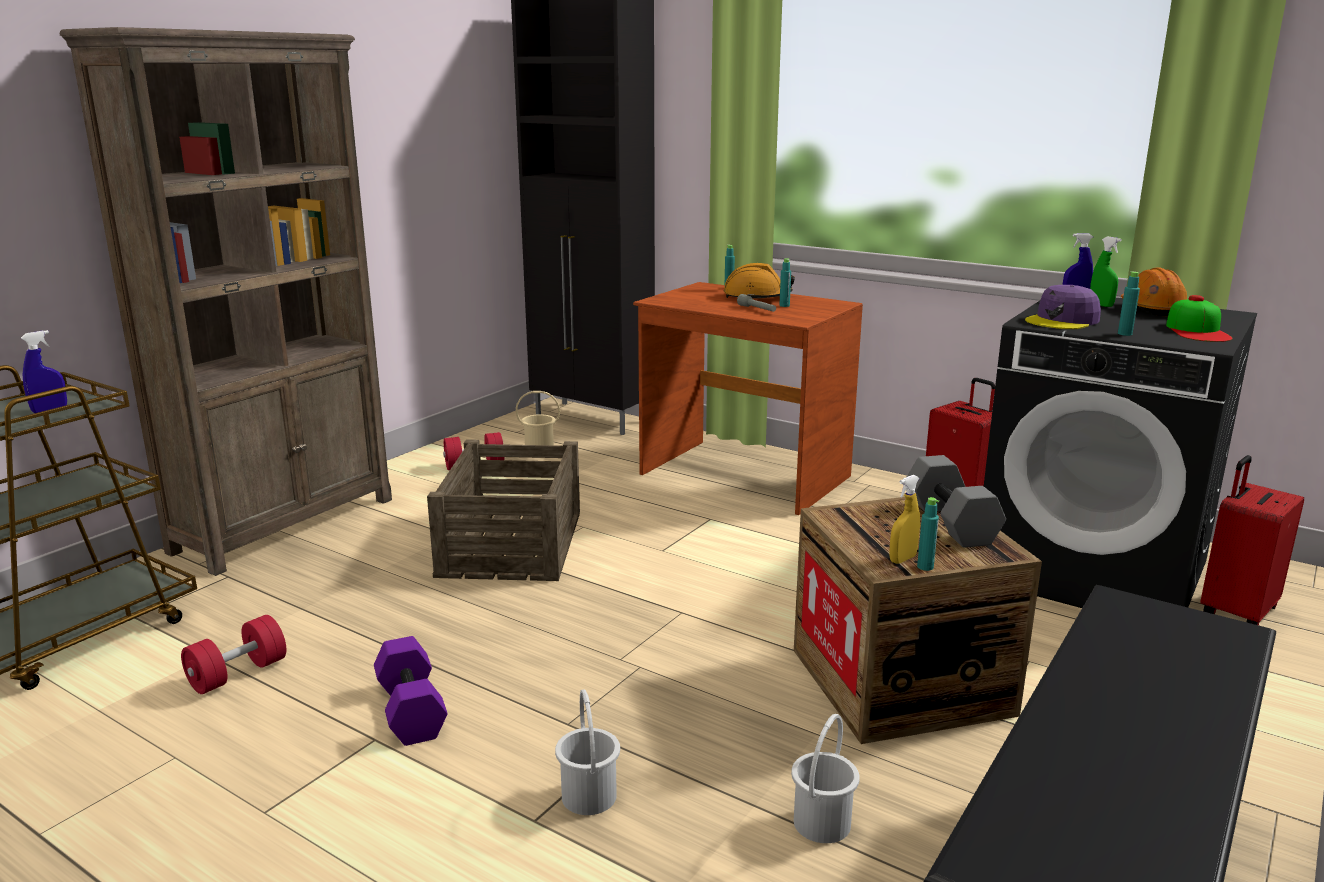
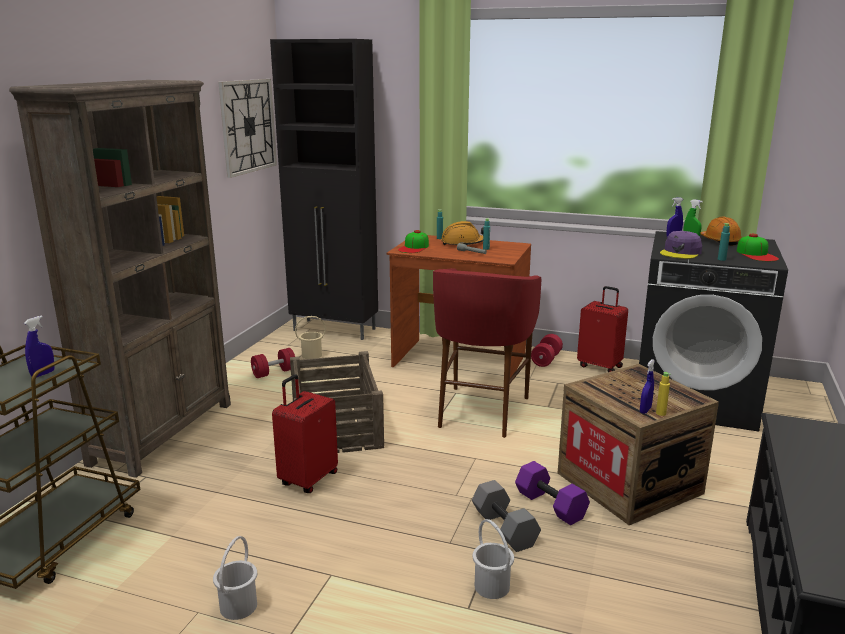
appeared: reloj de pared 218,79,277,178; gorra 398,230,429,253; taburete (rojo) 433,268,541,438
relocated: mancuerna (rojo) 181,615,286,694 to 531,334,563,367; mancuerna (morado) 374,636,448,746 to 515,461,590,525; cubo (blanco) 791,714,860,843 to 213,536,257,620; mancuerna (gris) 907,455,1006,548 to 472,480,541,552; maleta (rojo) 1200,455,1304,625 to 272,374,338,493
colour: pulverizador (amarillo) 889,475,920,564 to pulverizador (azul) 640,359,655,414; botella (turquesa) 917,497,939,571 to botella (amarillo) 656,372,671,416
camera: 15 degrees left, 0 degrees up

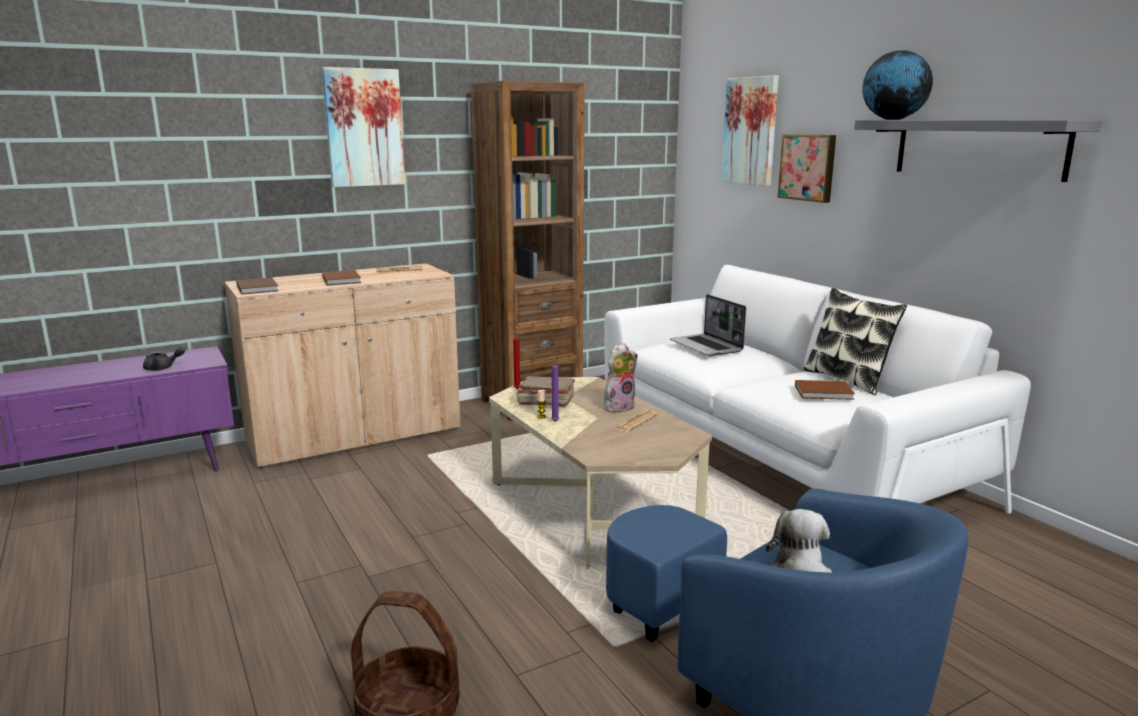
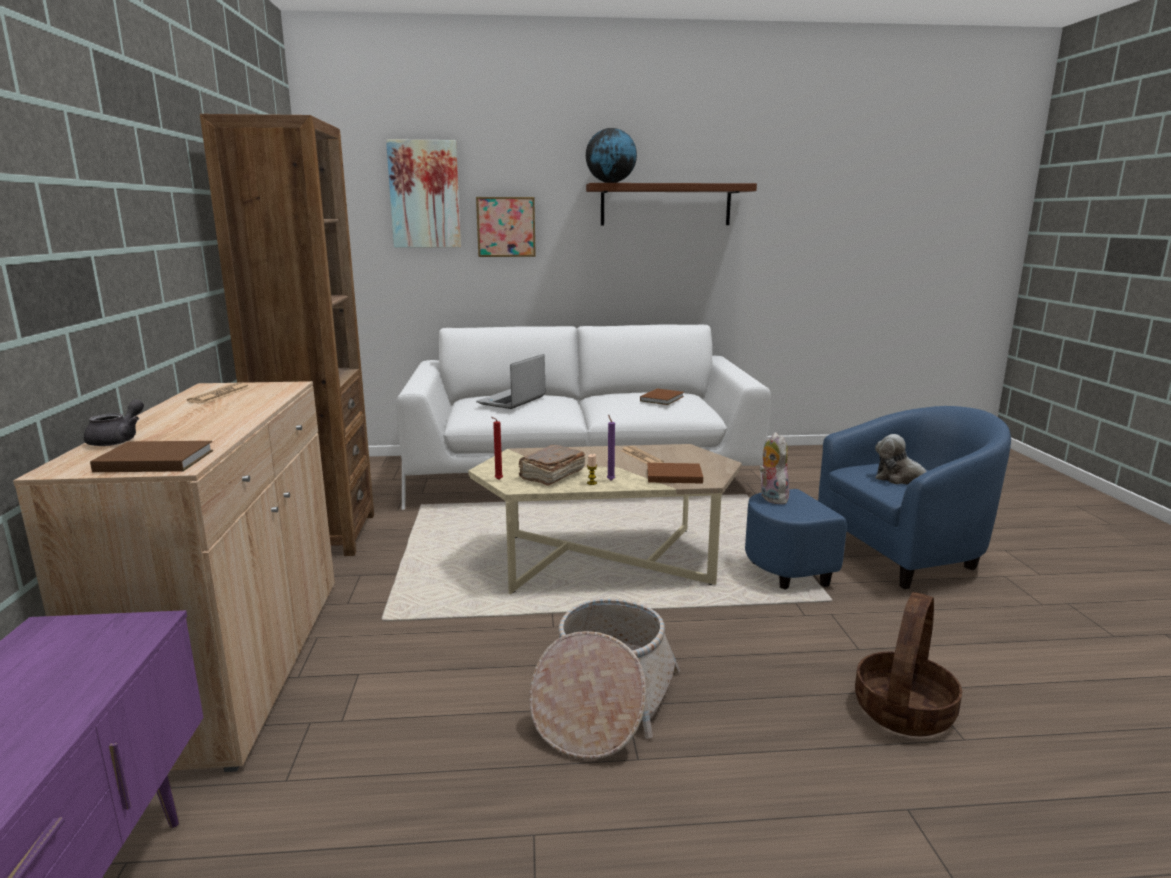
missing: cuadro 322,67,405,187; cojín 803,288,907,395
appeared: cesta 529,599,680,759
relocated: tetera (gris) 143,347,185,371 to 84,399,144,446; libro (marrón) 322,270,361,286 to 647,463,703,484; peluche 604,343,638,412 to 759,432,789,504
colour: estante (gris) 854,120,1102,182 to estante (marrón) 586,183,757,225
spun: portátil 670,294,746,356 = 476,354,545,409 120 degrees clockwise
camera: 65 degrees left, 0 degrees up

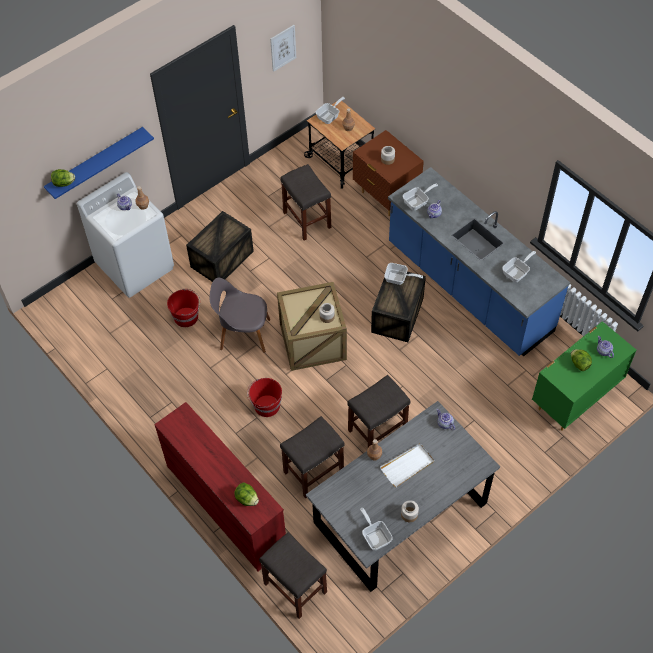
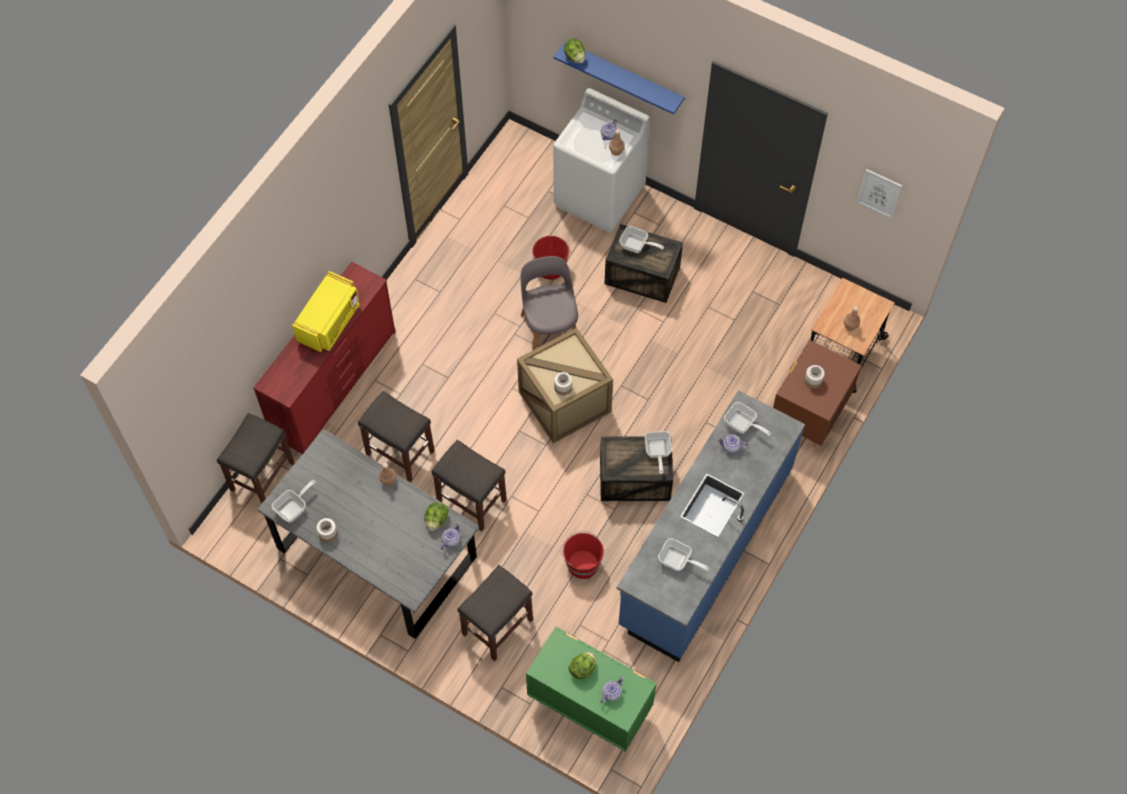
missing: bandeja (blanco) 380,444,434,487
appeared: microondas (amarillo) 292,271,360,353
relocated: lechuga 234,483,259,506 to 424,502,449,531; cubo (rojo) 247,378,282,417 to 561,531,604,579; taburete (gris) 280,164,331,241 to 457,565,533,661; sartén 316,97,345,124 to 620,226,664,253
camera: 70 degrees right, 5 degrees up

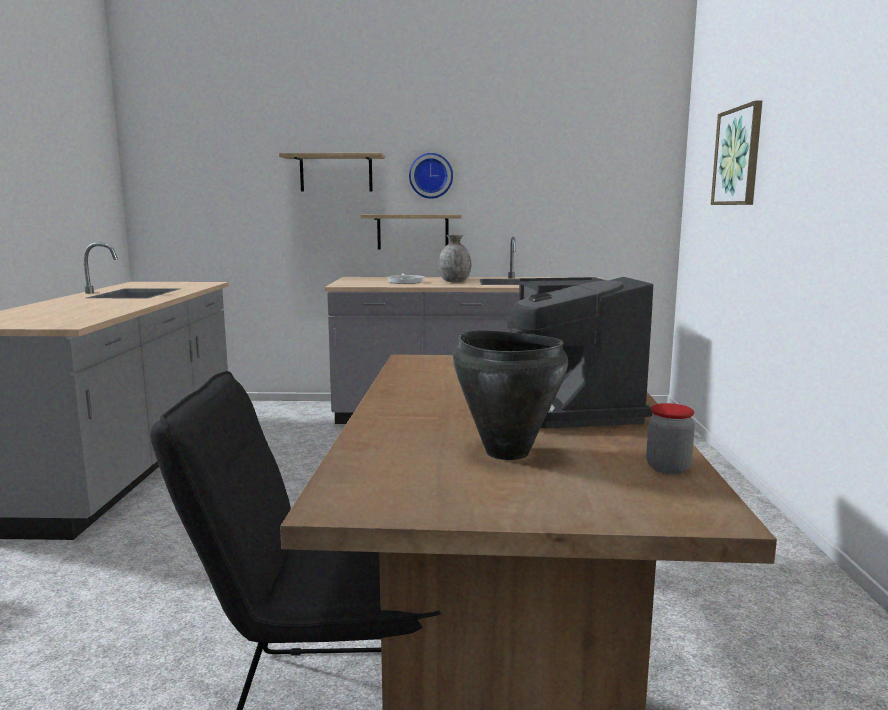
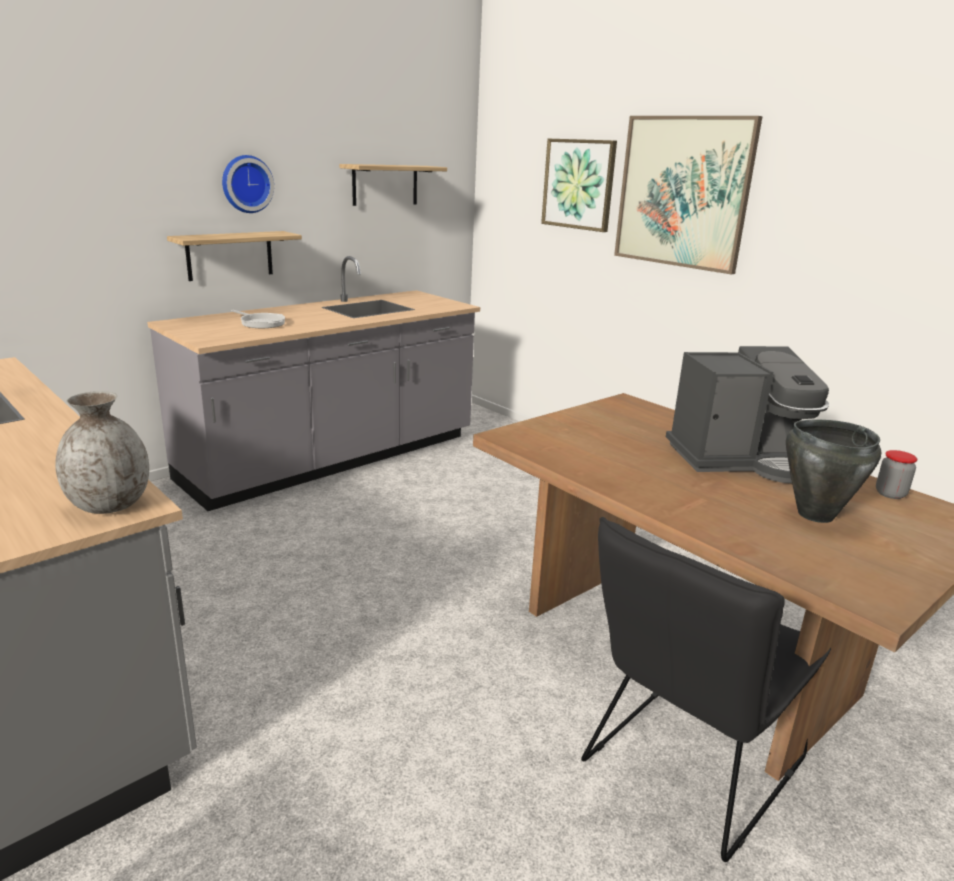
appeared: cuadro 614,116,763,275
relocated: estante 279,153,385,191 to 339,164,447,206; florero (gris) 438,235,471,282 to 55,391,149,514
spun: cafetera 507,277,653,429 = 666,346,829,483 45 degrees counterclockwise
camera: 45 degrees left, 10 degrees up

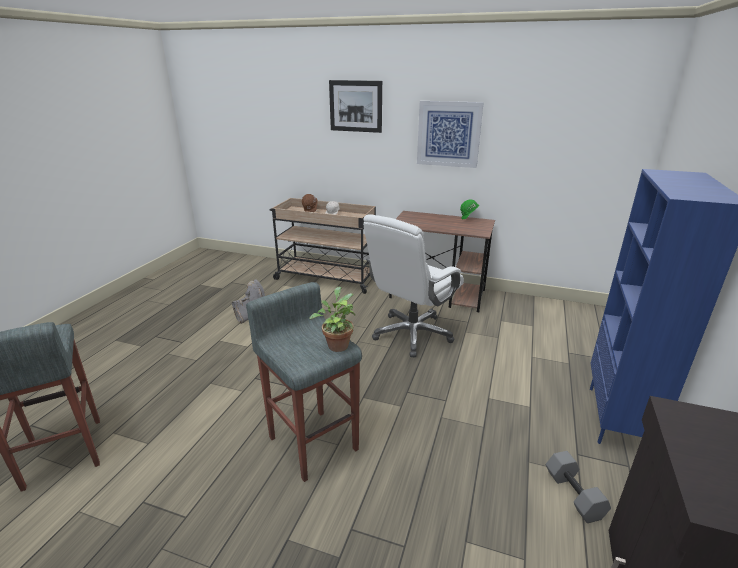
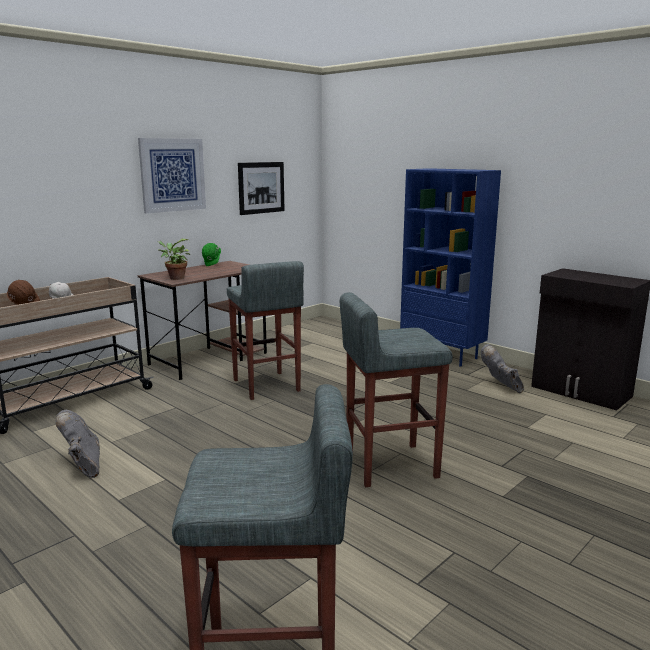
relocated: planta en maceta 309,287,356,352 to 158,239,190,280; cuadro 329,80,382,133 to 238,162,284,215
exchanged: silla de oficina (blanco) 363,214,464,357 to taburete (gris) 227,261,304,400; mancuerna (gris) 546,451,611,523 to bota (gris) 481,344,524,393
camera: 65 degrees left, 10 degrees down

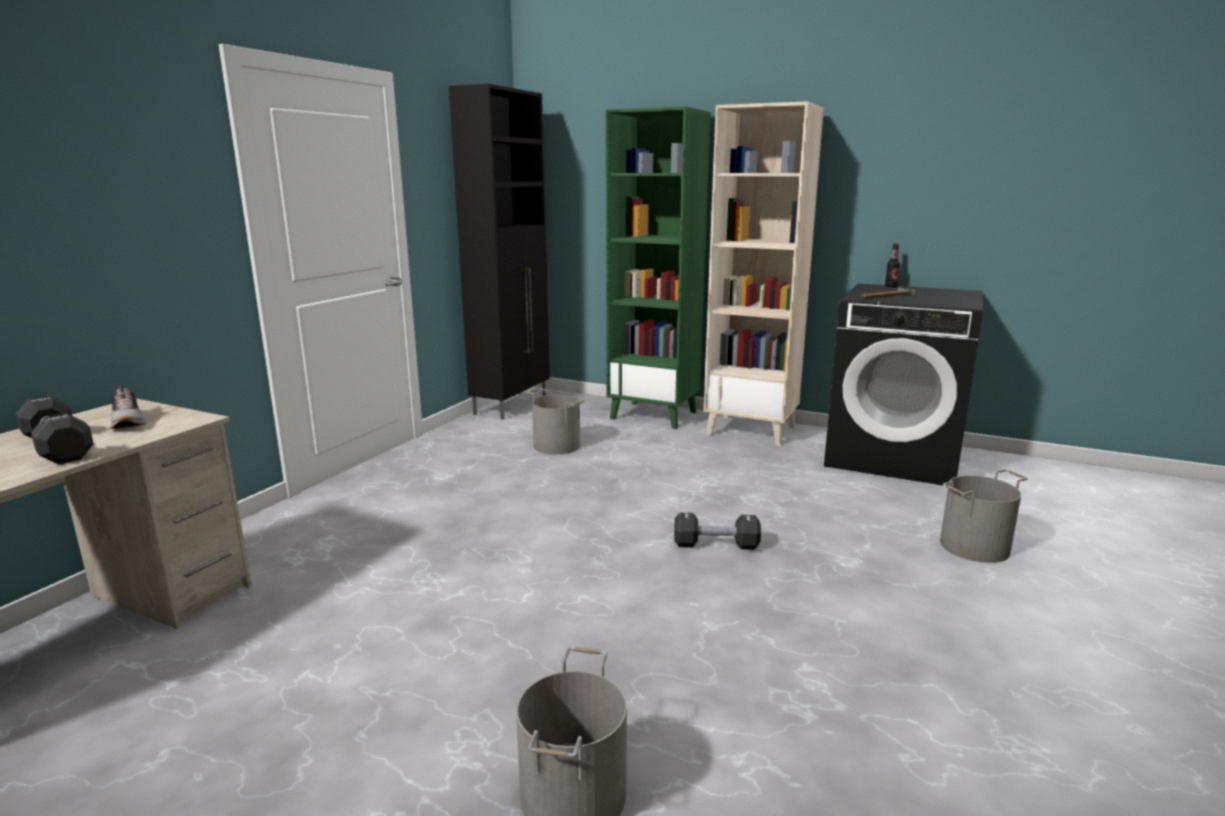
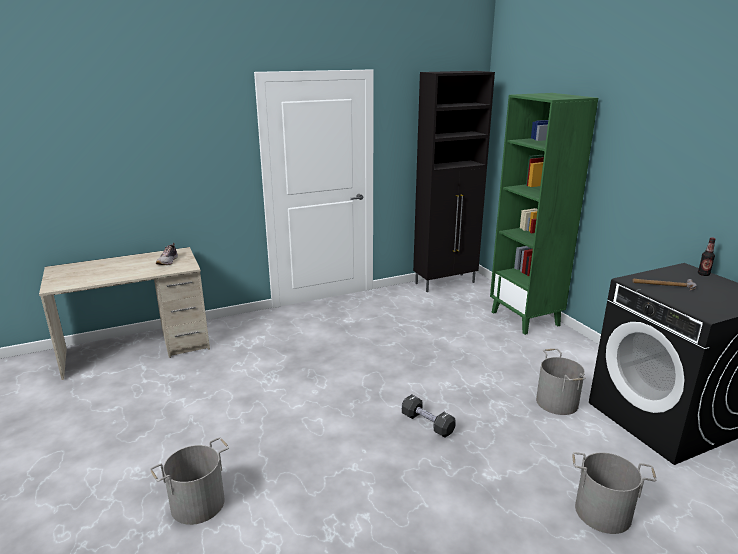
missing: mancuerna (negro) 16,396,94,464; estantería (beis) 703,101,824,446
relocated: cubo (gris) 527,388,586,455 to 536,349,585,415
camera: 40 degrees right, 5 degrees up

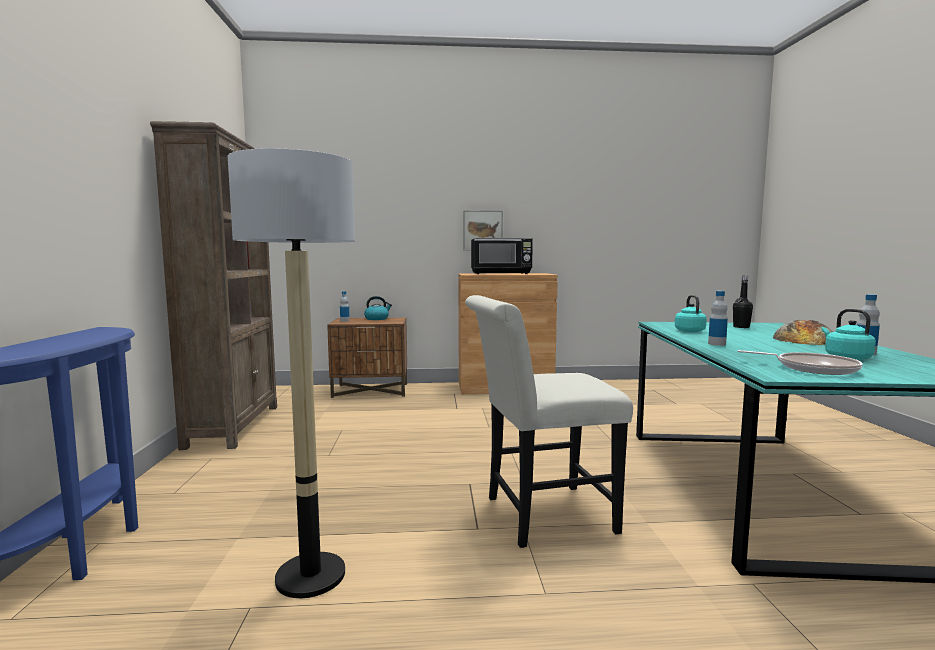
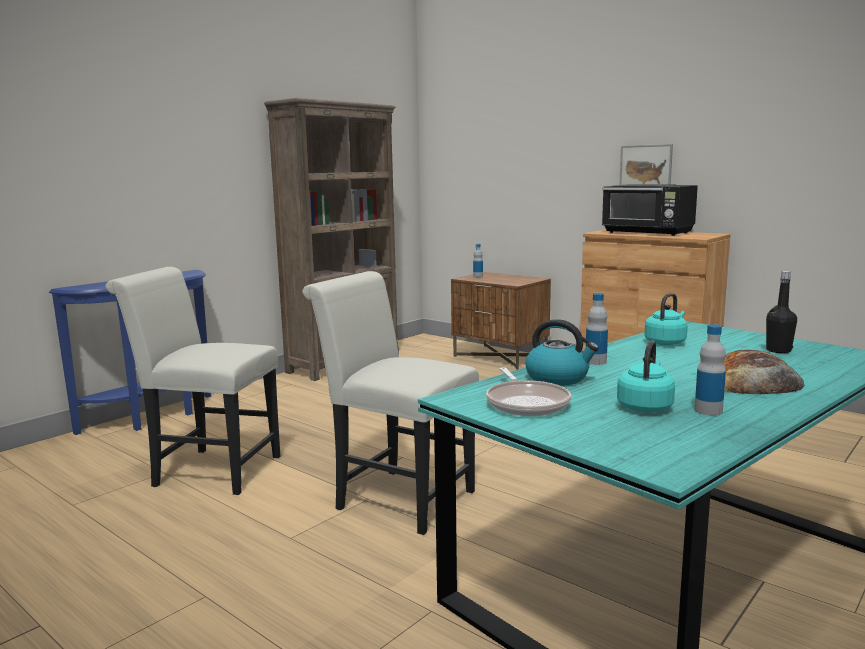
relocated: hervidor 364,296,392,320 to 525,319,599,386
exchanged: lámpara de pie 228,148,355,598 to silla (blanco) 106,267,280,495
camera: 45 degrees right, 5 degrees up

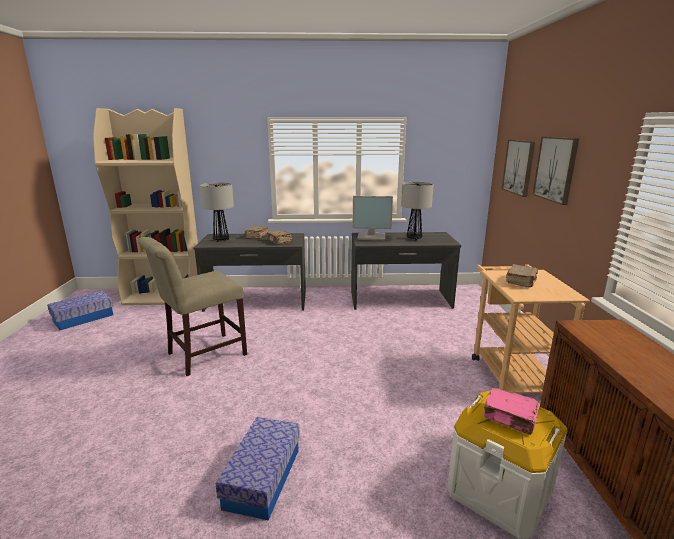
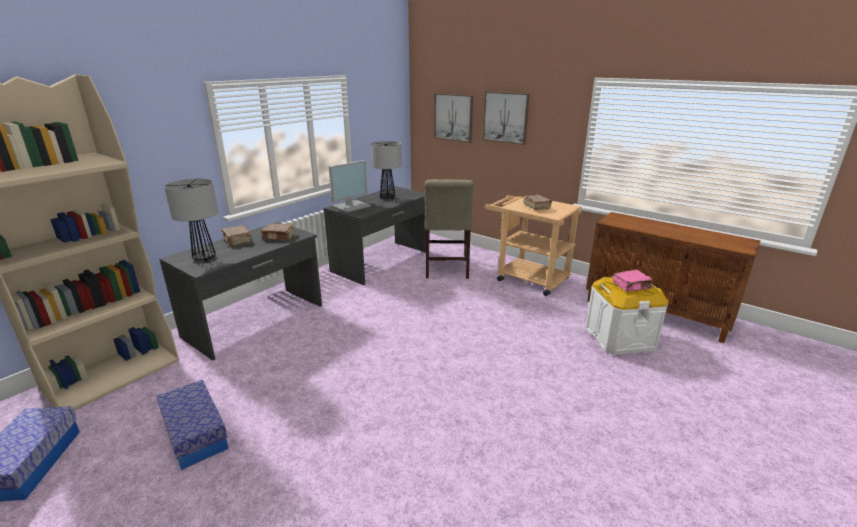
relocated: silla (beis) 138,237,247,376 to 425,179,474,279; caja de almacenaje 215,417,300,521 to 157,380,229,470
camera: 50 degrees left, 5 degrees up

